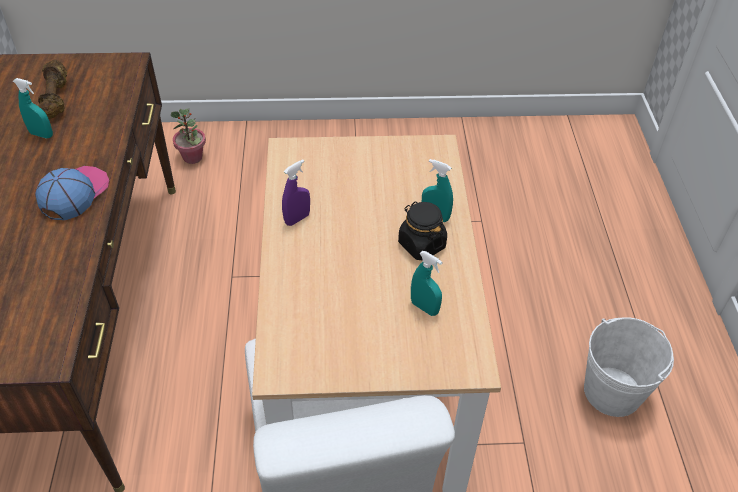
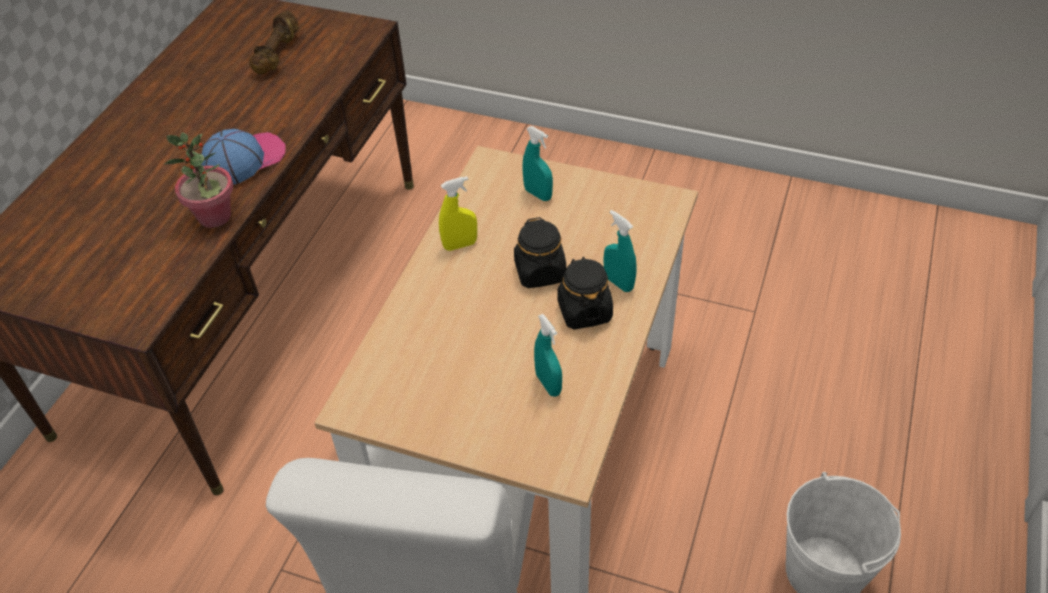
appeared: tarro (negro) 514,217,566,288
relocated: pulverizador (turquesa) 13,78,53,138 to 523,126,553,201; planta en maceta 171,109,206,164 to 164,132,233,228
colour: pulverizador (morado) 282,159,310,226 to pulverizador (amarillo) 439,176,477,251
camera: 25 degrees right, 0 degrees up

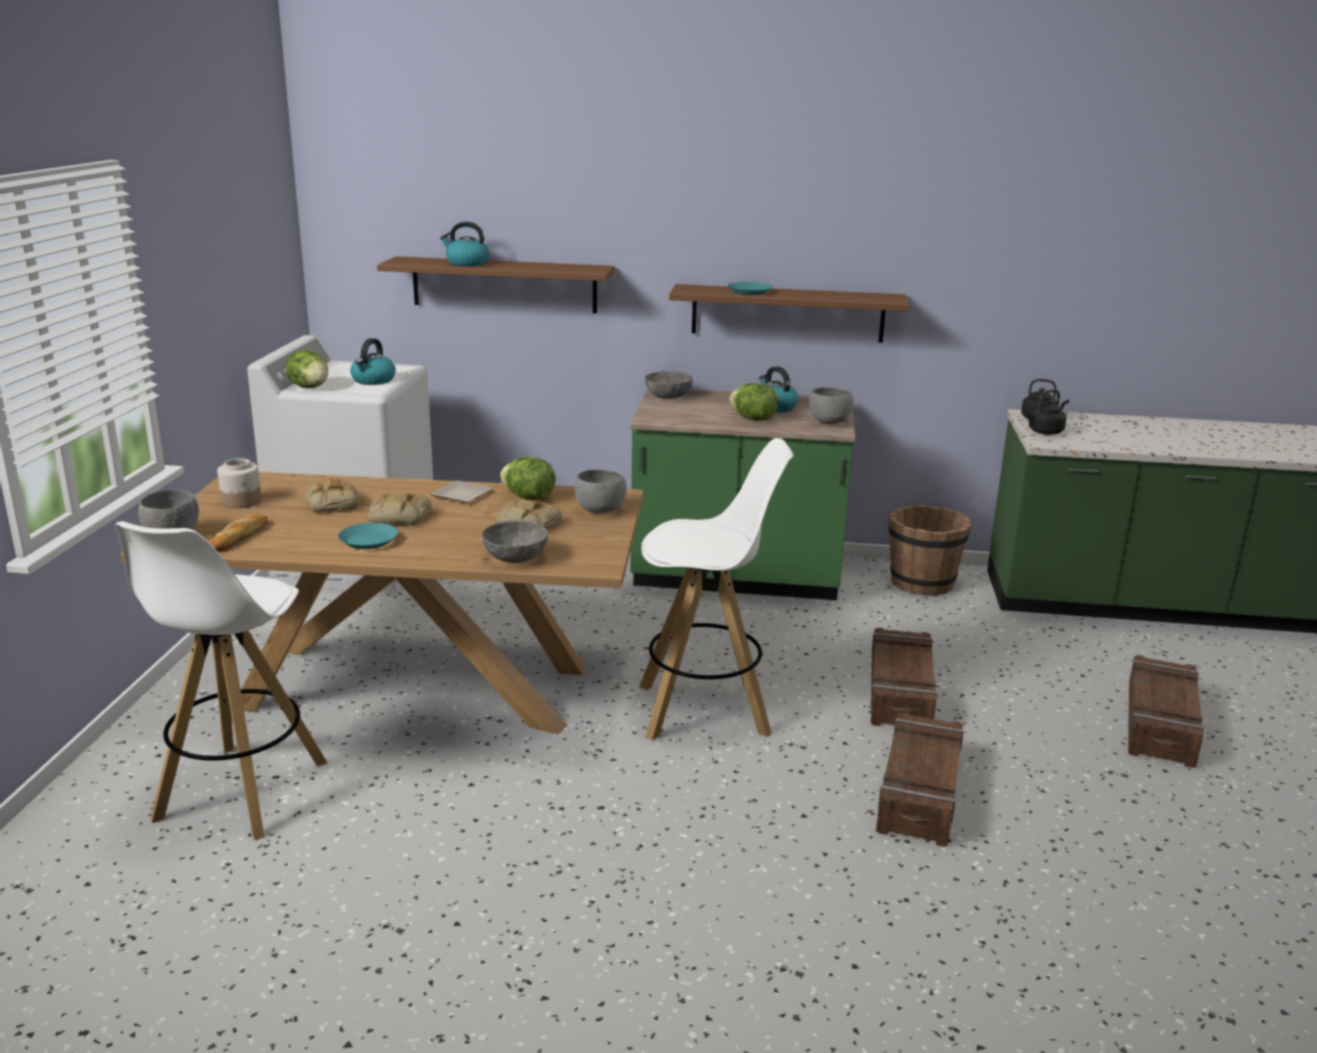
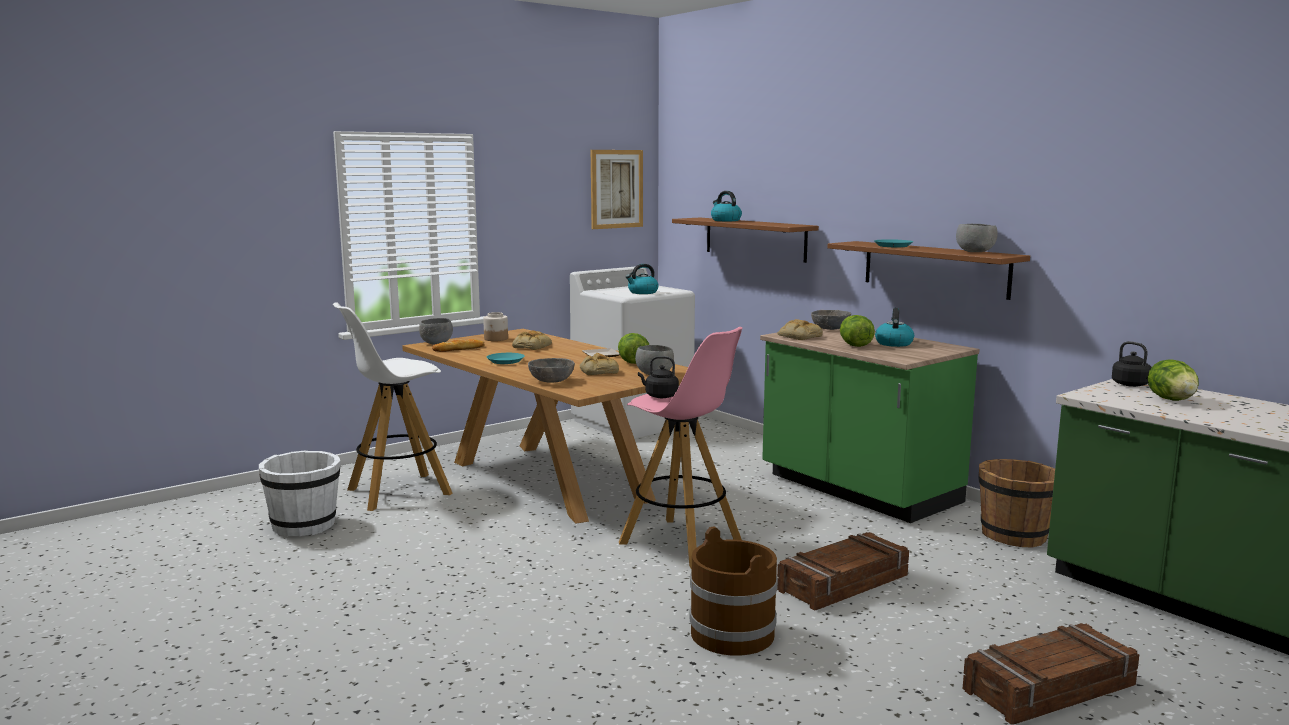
appeared: cubo (blanco) 259,450,340,537; cuadro 591,150,643,229
relocated: lechuga 285,350,328,388 to 1148,359,1199,401; pan 368,493,432,526 to 778,319,823,340; cuenco (gris) 809,387,854,424 to 956,224,998,252; hervidor (negro) 1026,389,1066,435 to 638,356,679,398
exchanged: caja de embalaje 876,712,964,847 to cubo (marrón) 690,526,778,656
colour: taburete (blanco) 639,438,794,740 to taburete (rosa) 619,327,742,569
camera: 45 degrees right, 10 degrees down

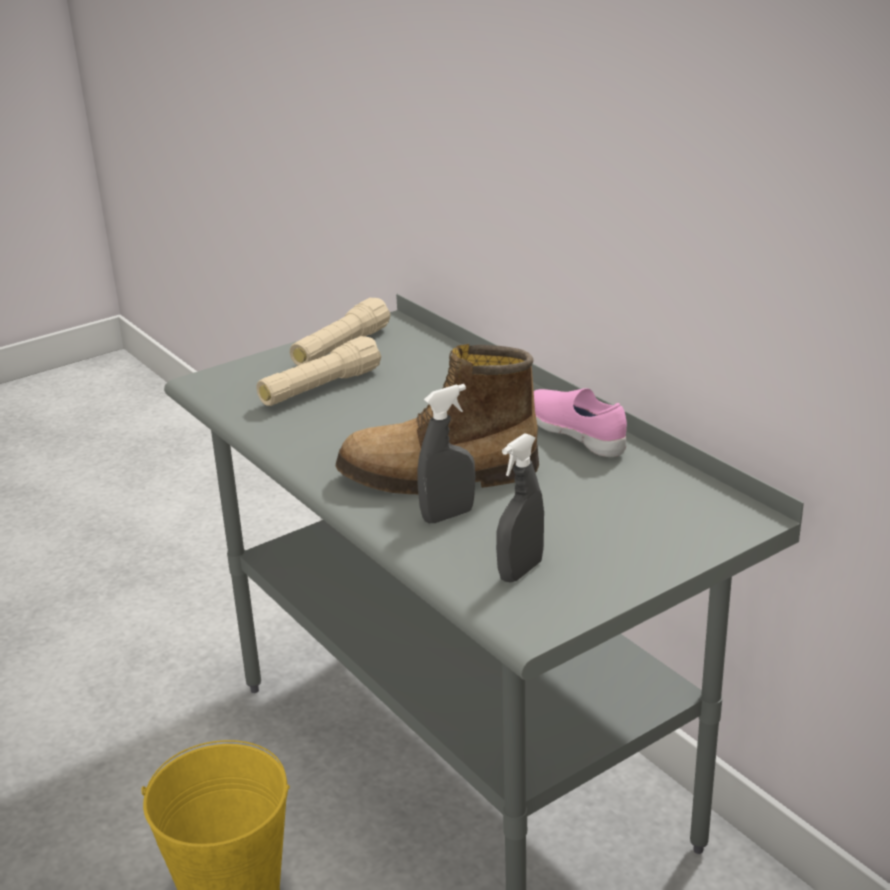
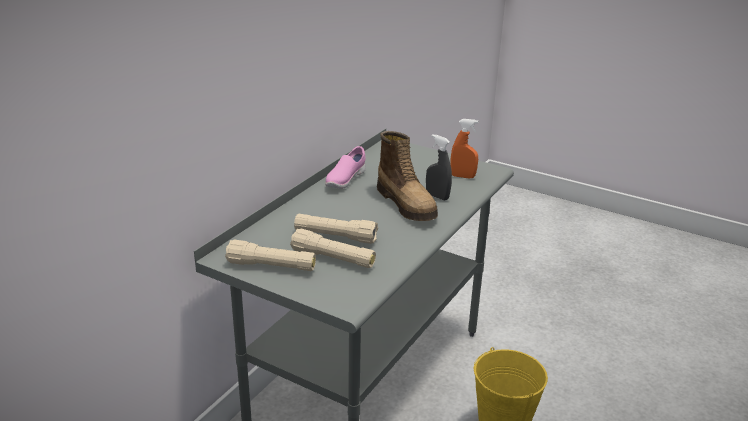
appeared: linterna (beis) 294,214,378,244
colour: pulverizador (gris) 496,433,544,582 to pulverizador (naranja) 450,119,478,178
camera: 115 degrees left, 0 degrees up

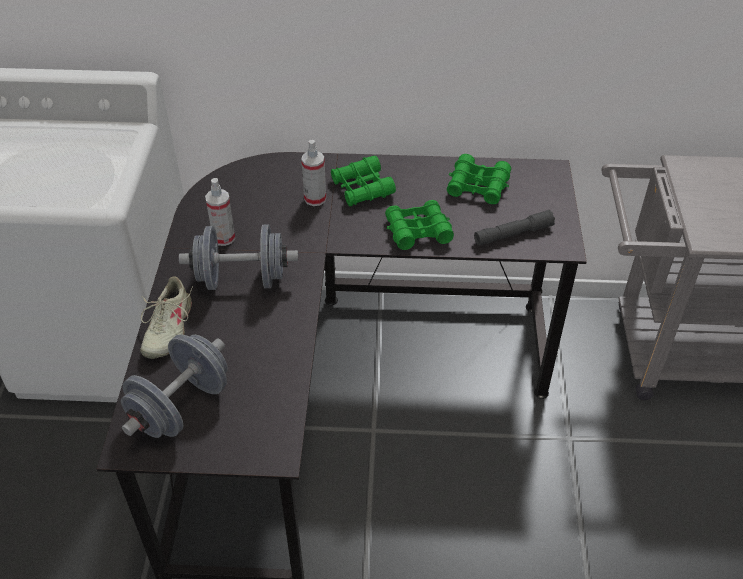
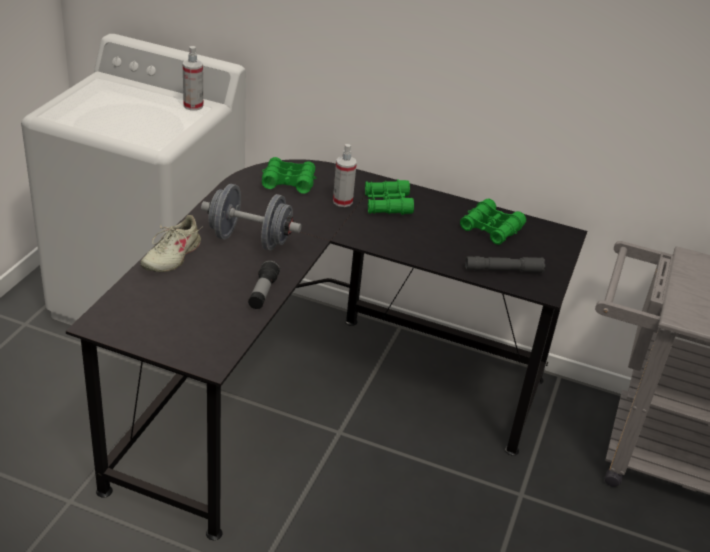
missing: mancuerna (gris) 121,334,228,438
appeared: linterna 248,260,280,309
relocated: pulverizador 205,178,235,246 to 183,46,203,111; prismáticos (verde) 385,200,454,250 to 262,157,317,194
camera: 15 degrees right, 10 degrees down

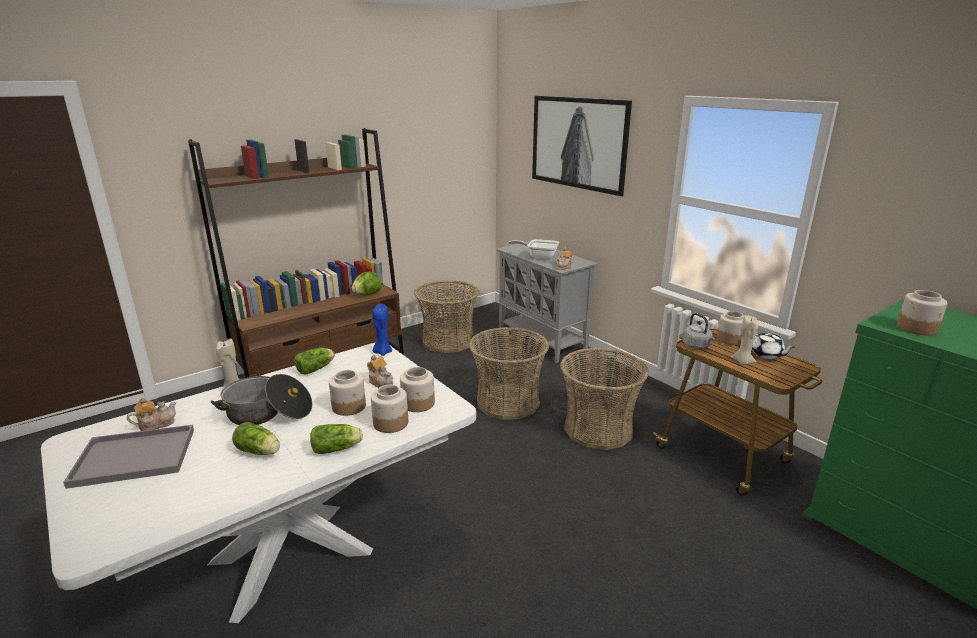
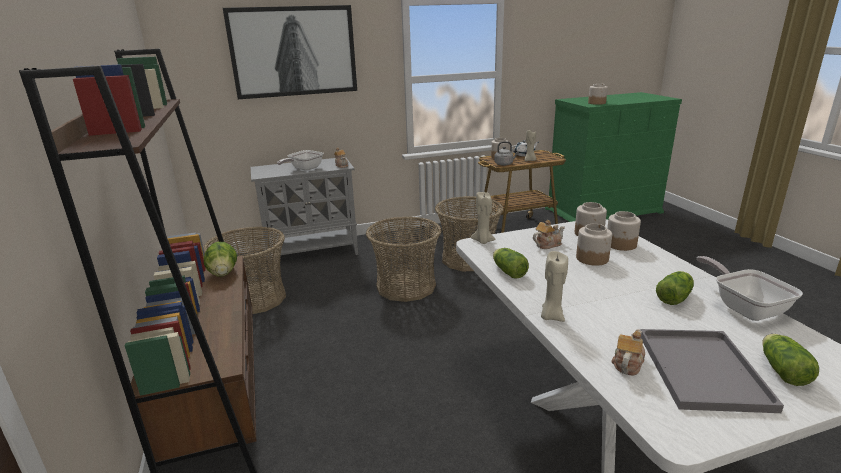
missing: olla 211,374,313,425
appeared: sartén 697,256,803,321
relocated: lechuga 310,424,363,454 to 762,334,819,386
colour: vela (azul) 372,304,392,356 to vela (beis) 471,192,496,244
spun: tetera 127,397,176,431 = 611,330,645,376 45 degrees clockwise
camera: 70 degrees left, 0 degrees up

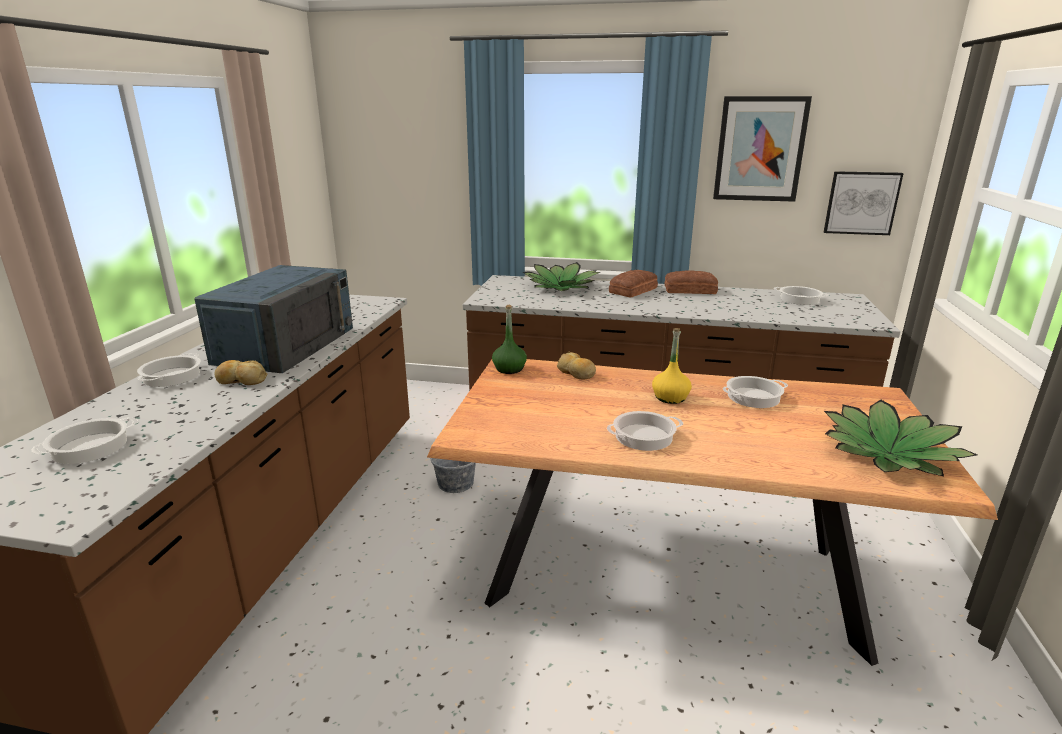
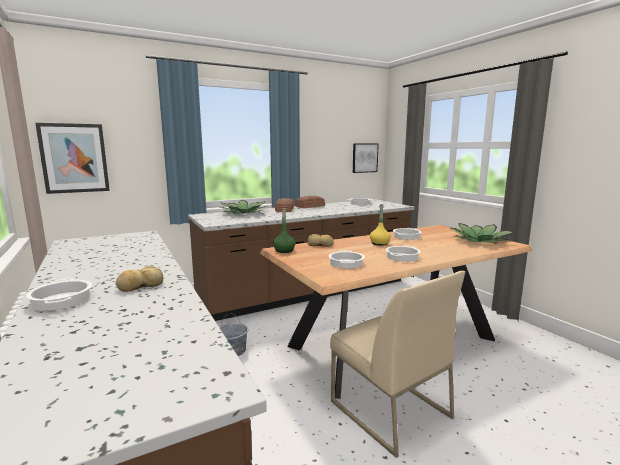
missing: microondas (azul) 194,265,353,373
appeared: silla (beis) 330,271,465,458
relocated: olla 31,417,138,464 to 329,250,365,268; cuadro 713,96,812,202 to 35,123,110,194
camera: 40 degrees left, 10 degrees down

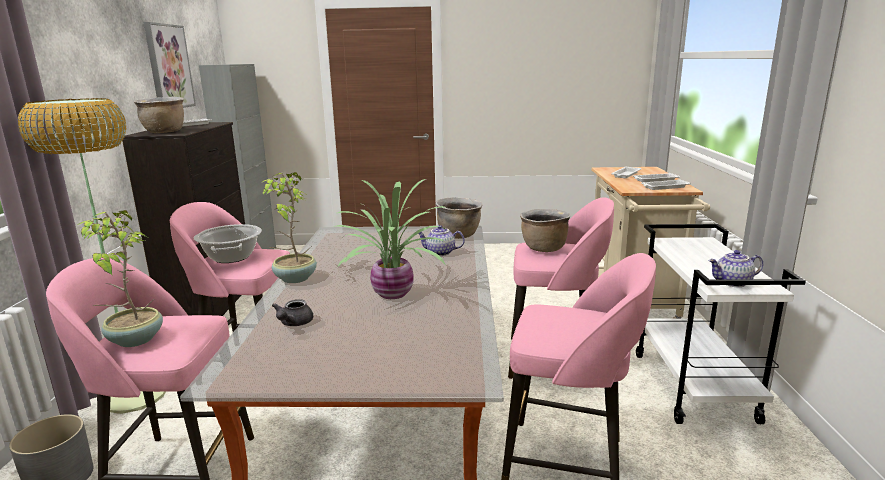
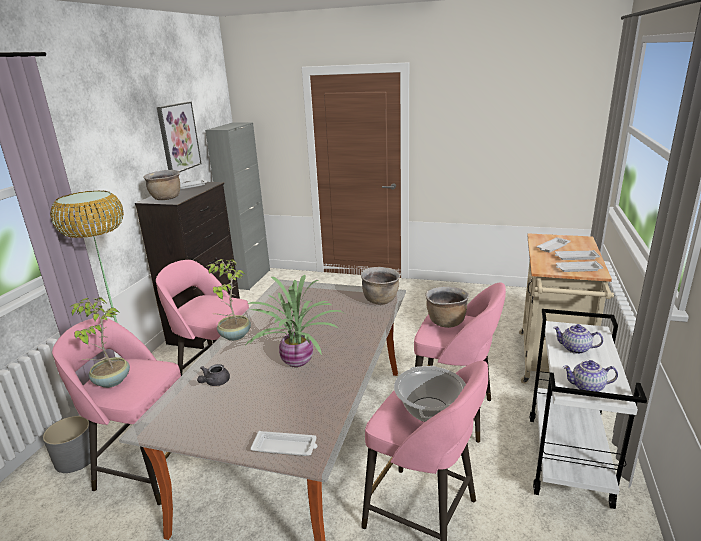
appeared: bandeja (blanco) 250,431,317,456
relocated: olla 194,224,262,263 to 394,366,466,422; tetera 418,225,465,256 to 553,324,603,354
camera: 15 degrees right, 5 degrees up

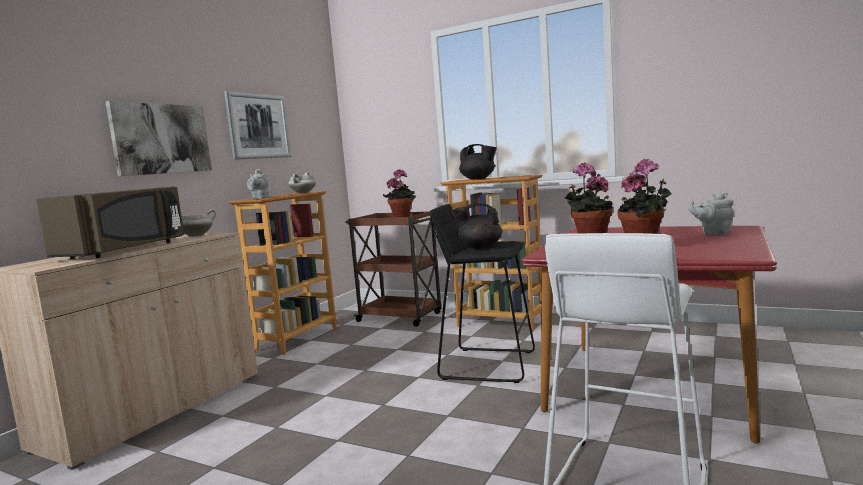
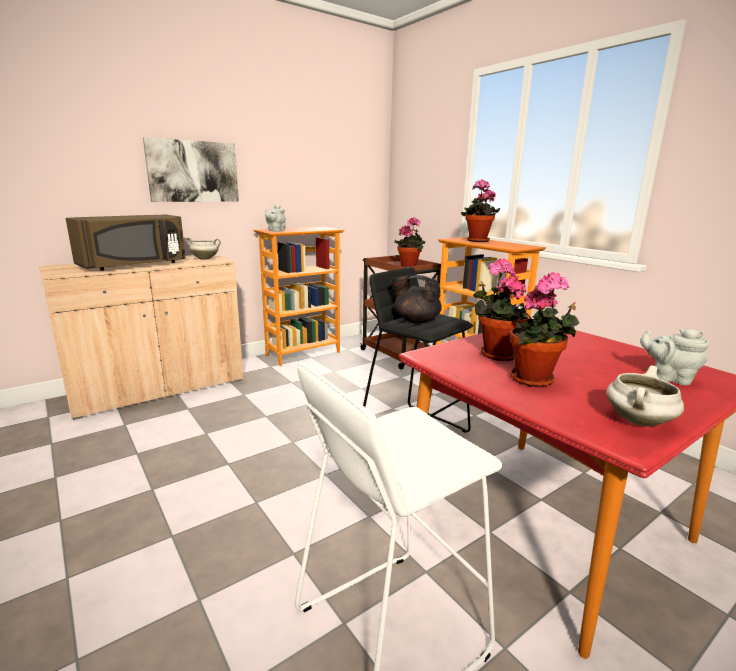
missing: cuadro 224,91,292,160
relocated: olla (blanco) 288,172,316,193 to 606,365,684,426
exchanged: tetera (negro) 459,144,497,180 to planta en maceta 461,180,500,242
camera: 25 degrees right, 10 degrees up

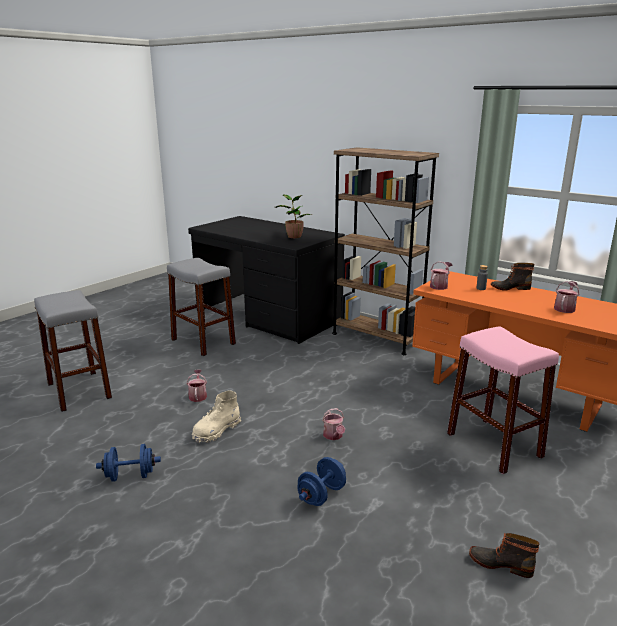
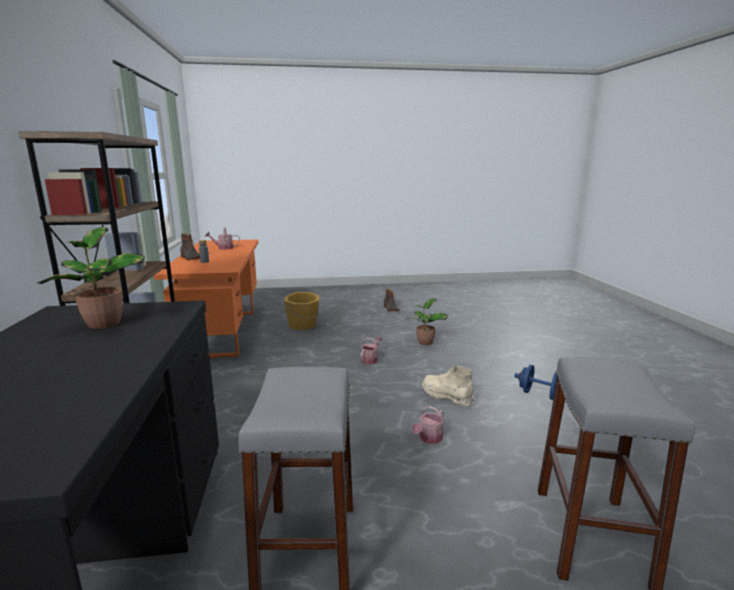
missing: regadera 430,261,453,290
exchanged: mancuerna (azul) 297,457,346,506 to planta en maceta 407,298,448,345; taburete (rosa) 447,327,559,474 to cubo (naranja) 284,292,320,330
spun: bota (beis) 192,391,241,443 = 422,366,474,407 135 degrees counterclockwise
camera: 135 degrees left, 5 degrees down

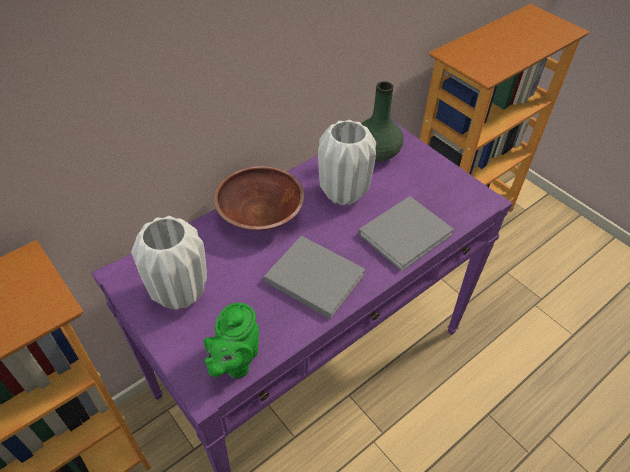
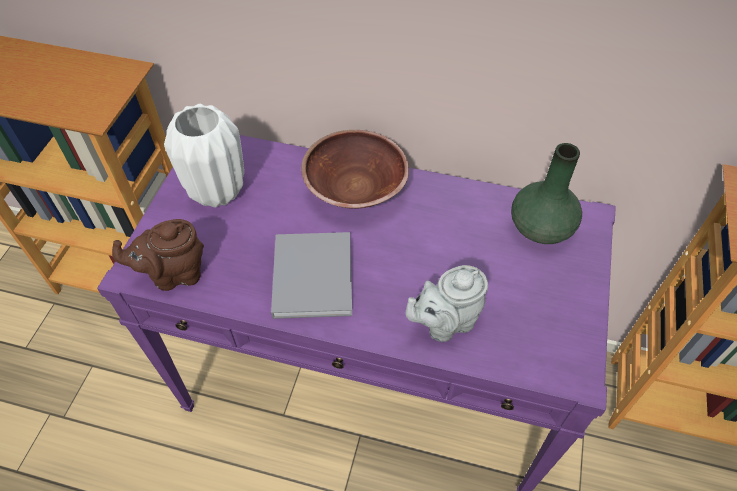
missing: florero (blanco) 318,120,376,205
exchanged: libro (gris) 358,196,454,272 to tetera (gris) 405,265,488,342
colour: tetera (verde) 204,303,259,379 to tetera (marrón) 112,219,204,291
camera: 55 degrees right, 5 degrees up

